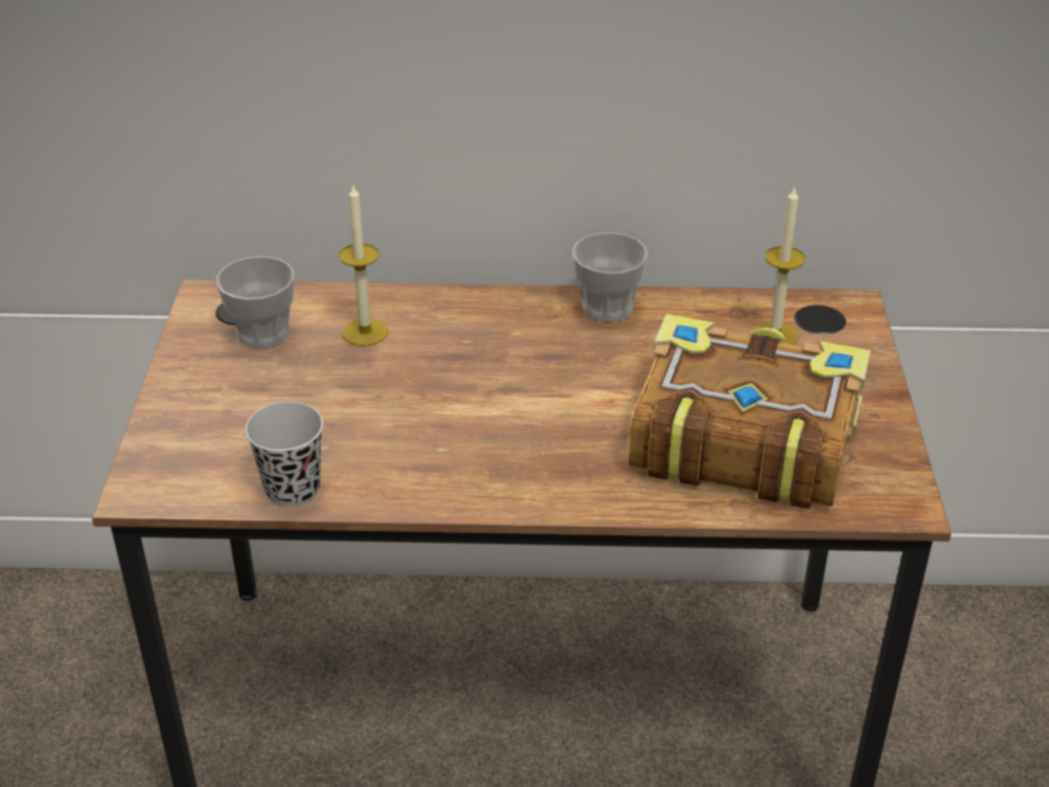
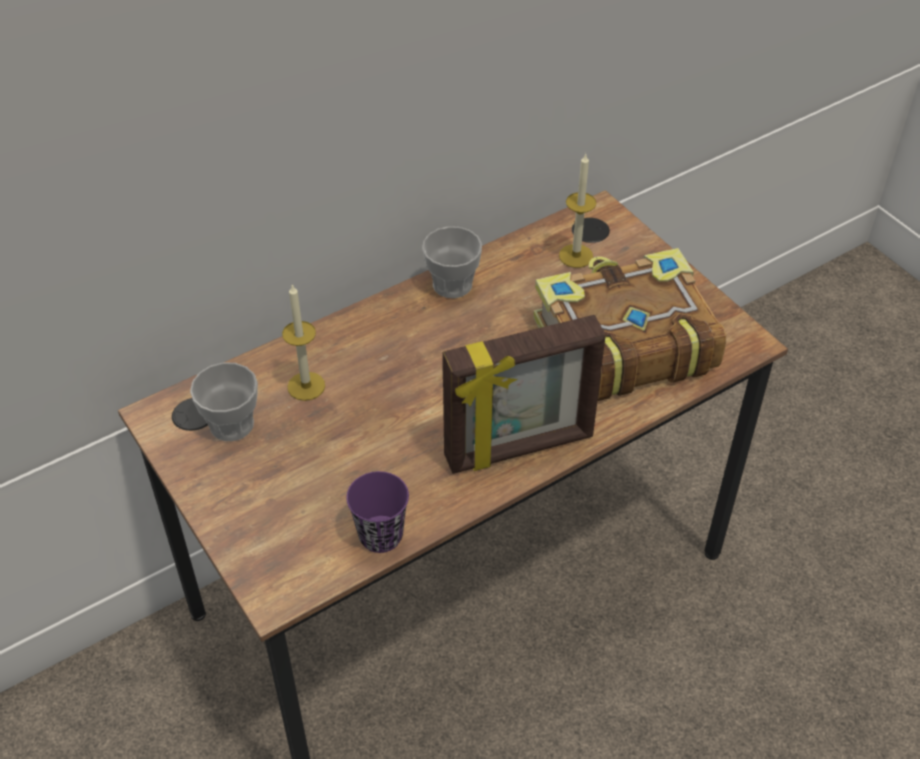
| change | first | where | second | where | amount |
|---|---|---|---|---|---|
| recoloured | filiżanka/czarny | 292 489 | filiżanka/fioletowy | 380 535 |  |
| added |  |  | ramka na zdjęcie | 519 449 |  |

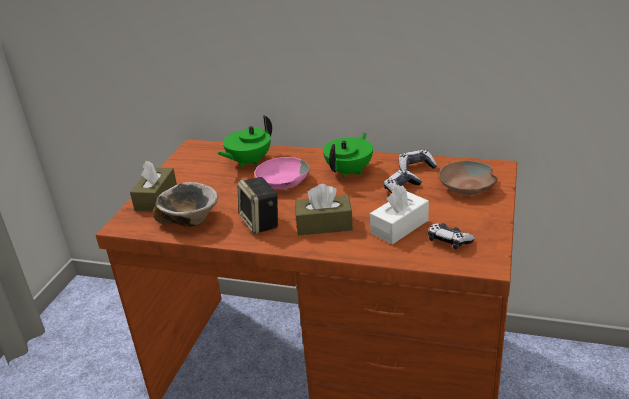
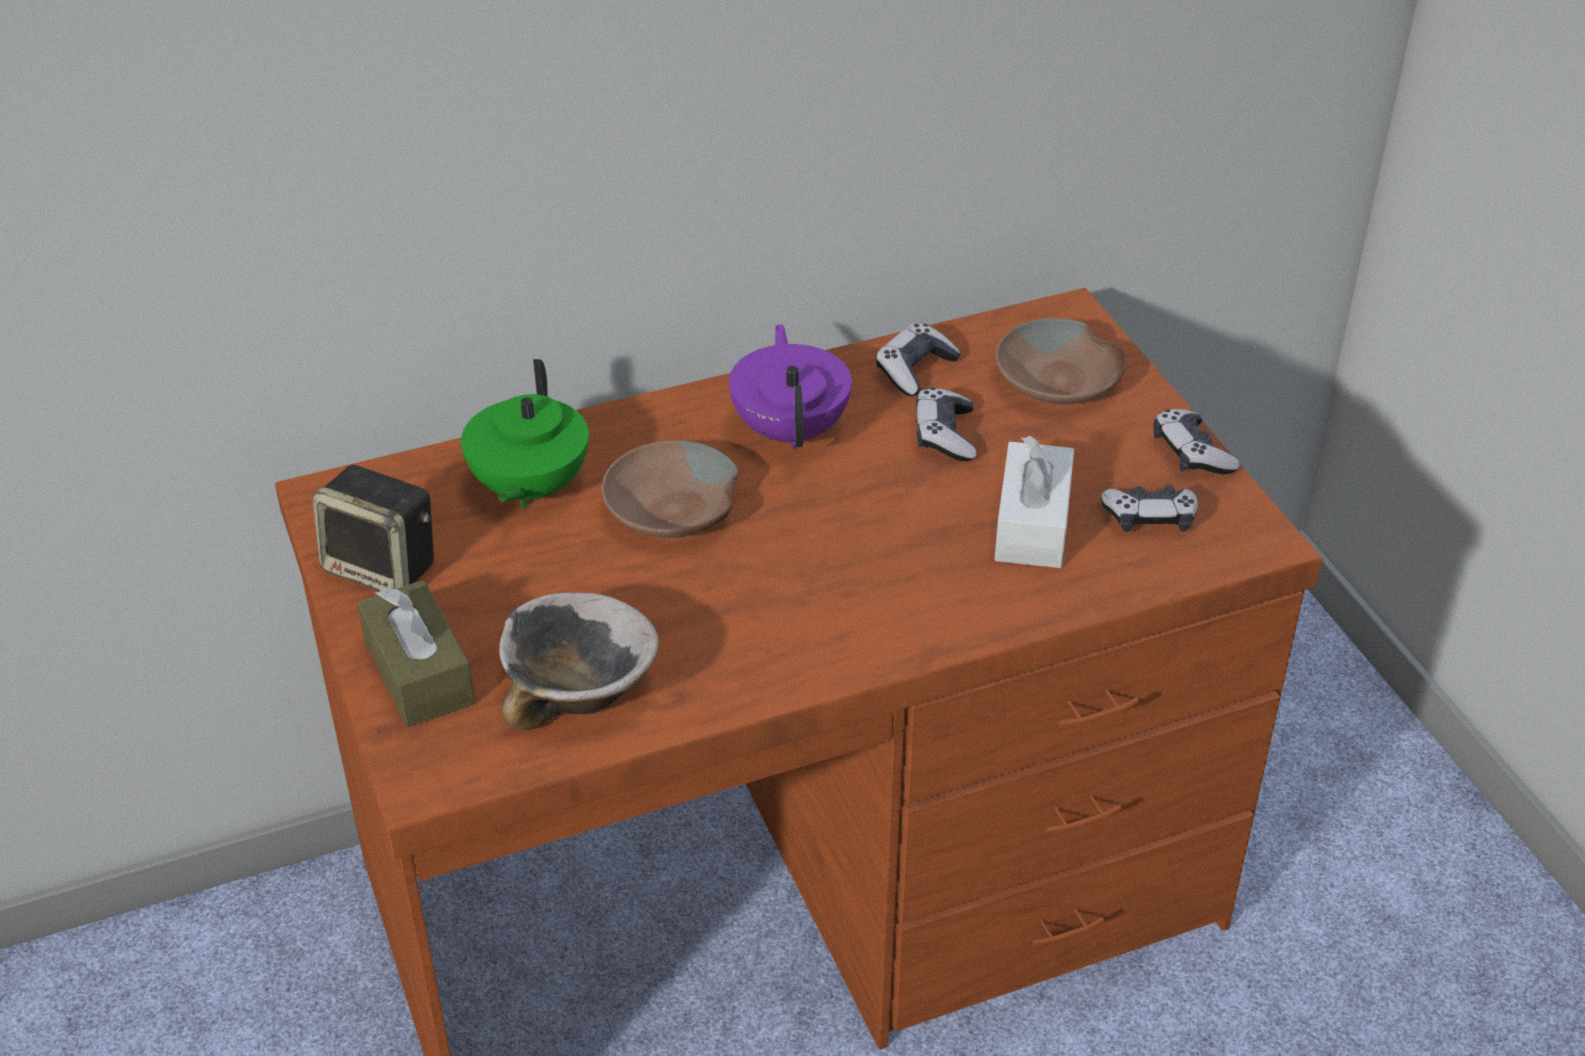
| change | first | where | second | where | amount |
|---|---|---|---|---|---|
| recoloured | imbryk/zielony | 350 171 | imbryk/fioletowy | 791 429 |  |
| recoloured | miska/różowy | 281 181 | miska/brązowy | 671 511 |  |
| moved | głośnik | 261 223 |  | 384 568 |  |
| removed | pudełko chusteczek/brązowy | 324 225 |  |  |  |
| added |  |  | pad do gier | 1191 453 |  |

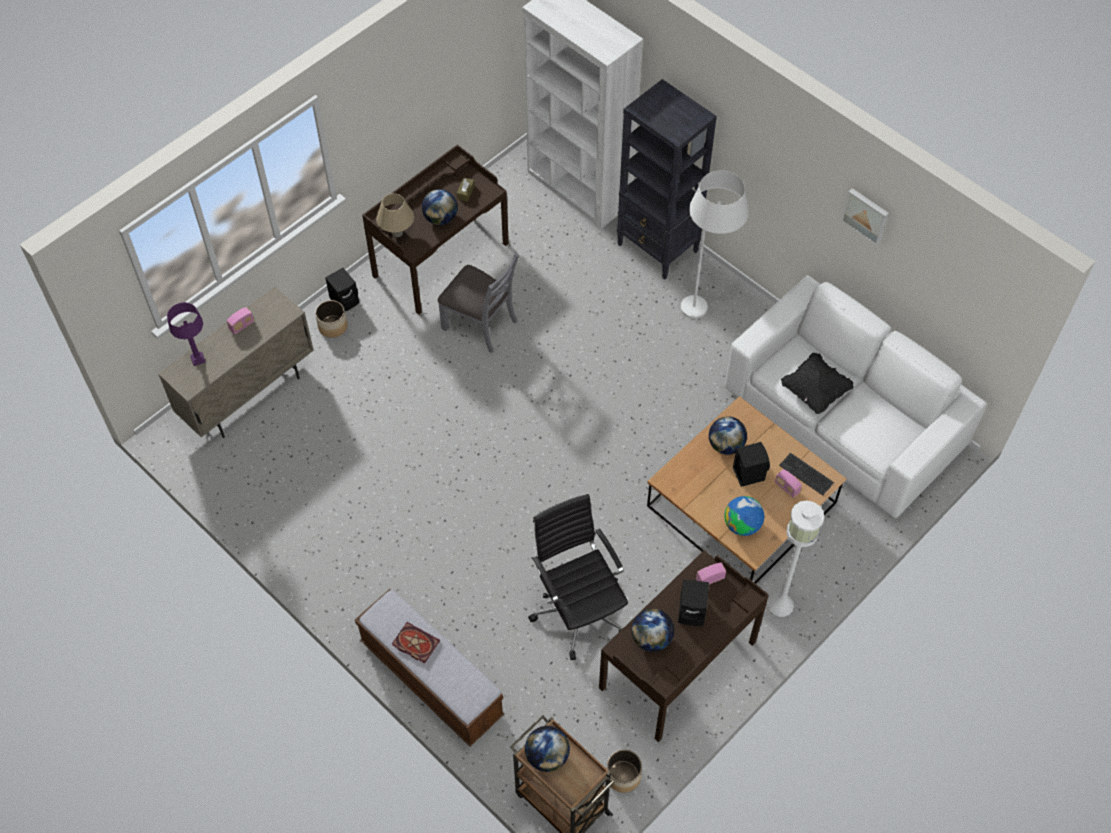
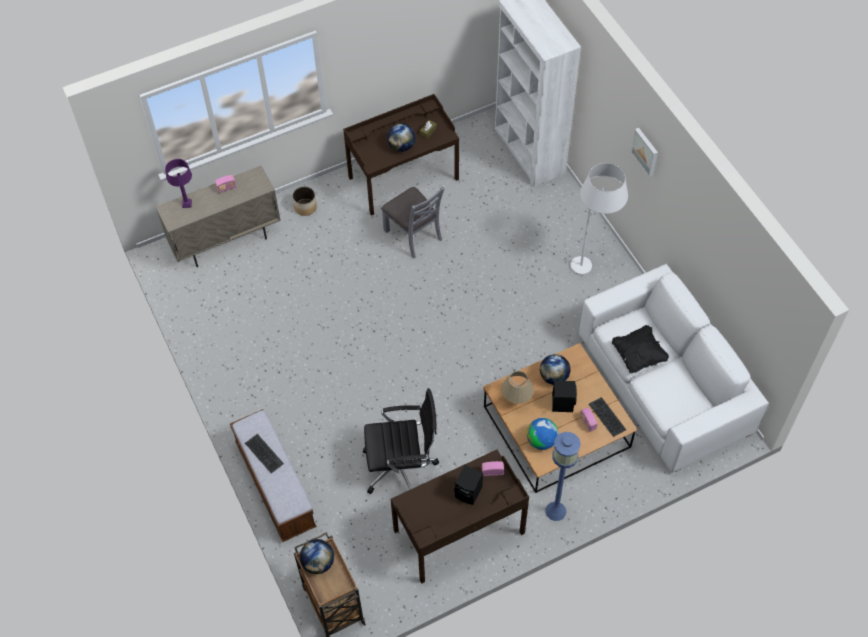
| change | first | where | second | where | amount |
|---|---|---|---|---|---|
| removed | regał/czarny | 658 248 |  |  |  |
| moved | obraz | 866 215 |  | 646 151 |  |
| moved | lampa stołowa/beżowy | 397 233 |  | 516 399 |  |
| removed | głośnik/czarny | 345 300 |  |  |  |
| turned | krzesło biurowe/czarny | 578 609 |  | 402 467 | 90 degrees clockwise |
| recoloured | lampa stojąca/biały | 780 604 | lampa stojąca/niebieski | 555 511 |  |
| removed | globus | 651 638 |  |  |  |
| replaced | książka | 414 643 | klawiatura | 263 453 |  |
| removed | donica | 623 776 |  |  |  |

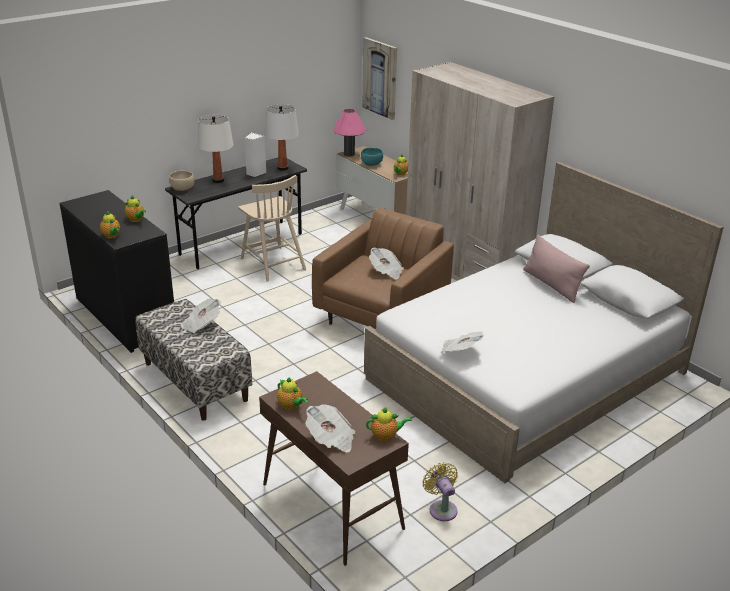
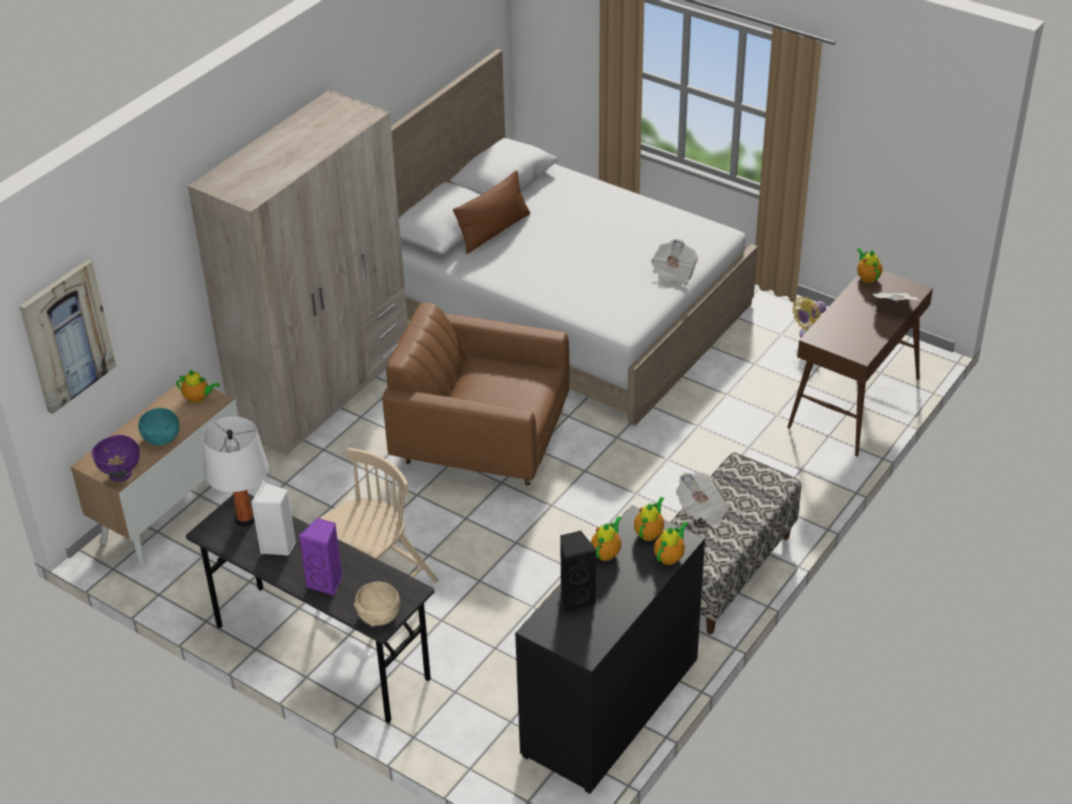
| change | first | where | second | where | amount |
|---|---|---|---|---|---|
| replaced | lampa stołowa/różowy | 349 154 | miska/fioletowy | 121 474 |  |
| replaced | lampa stołowa/biały | 218 180 | głośnik/fioletowy | 327 582 |  |
| recoloured | poduszka/różowy | 551 284 | poduszka/brązowy | 494 231 |  |
| removed | gazeta | 386 271 |  |  |  |
| moved | imbryk | 291 406 |  | 649 532 |  |
| added |  |  | głośnik/czarny | 576 598 |  |

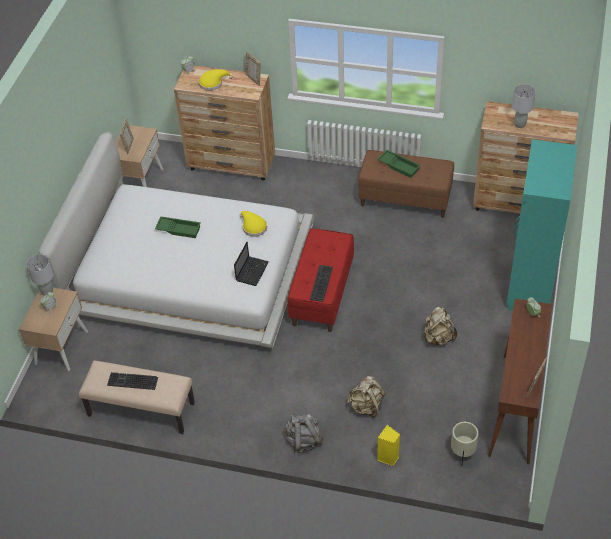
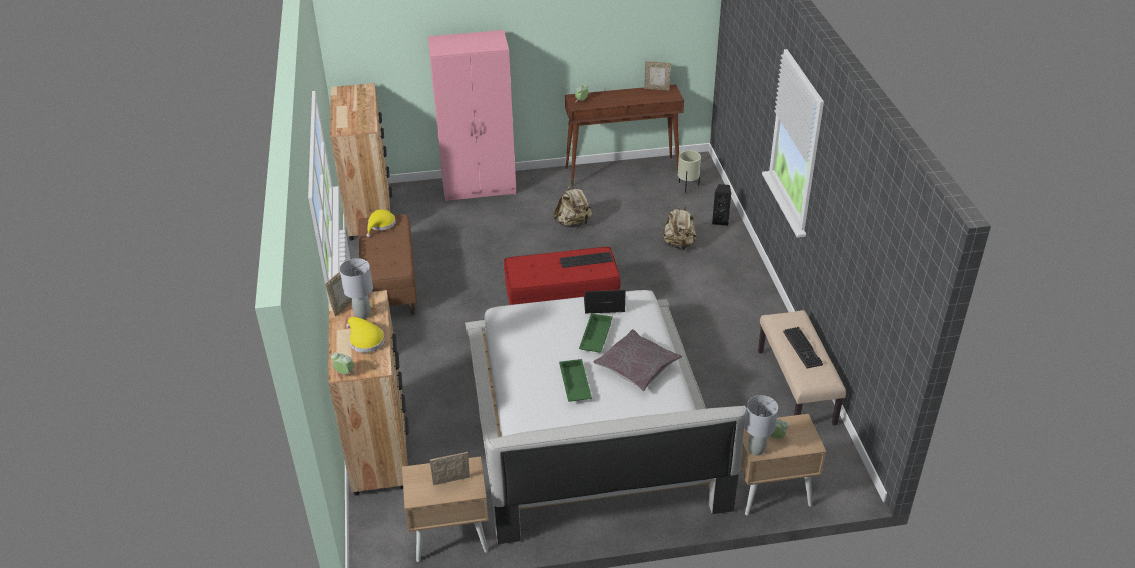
| change | first | where | second | where | amount |
|---|---|---|---|---|---|
| moved | lampa stołowa/szary | 520 124 |  | 362 314 |  |
| recoloured | szafa/turkusowy | 529 286 | szafa/różowy | 479 187 |  |
| moved | taca/zielony | 399 166 |  | 595 337 |  |
| moved | kapelusz/żółty | 253 227 |  | 380 225 |  |
| removed | plecak/szary | 303 440 |  |  |  |
| recoloured | głośnik/żółty | 388 457 | głośnik/czarny | 720 221 |  |
| added |  |  | poduszka/szary | 637 366 |  |

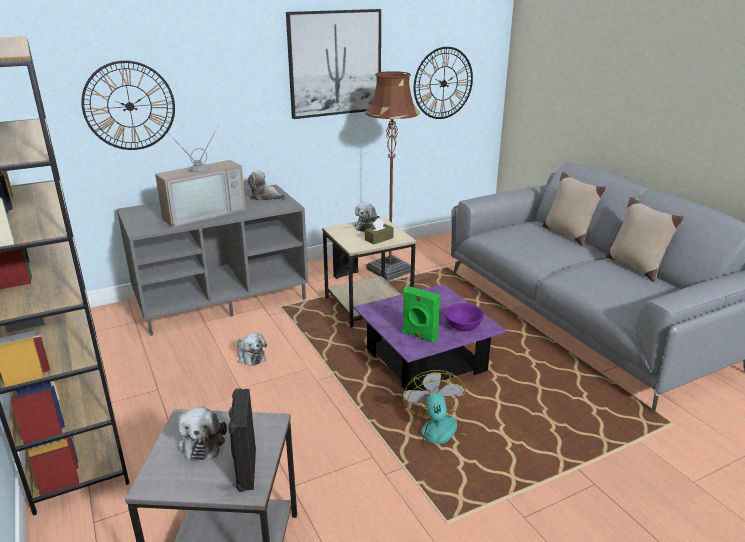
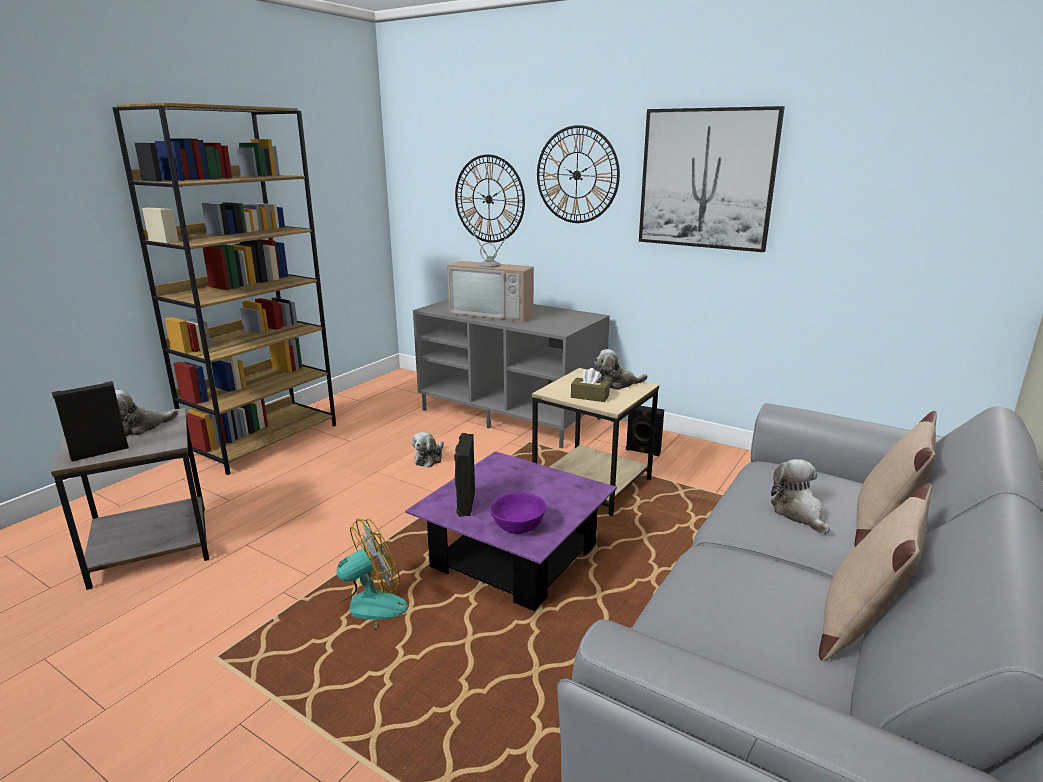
| change | first | where | second | where | amount |
|---|---|---|---|---|---|
| moved | zegar ścienny | 443 83 |  | 577 175 |  |
| removed | lampa stojąca/brązowy | 390 270 |  |  |  |
| moved | pluszak | 265 197 |  | 798 513 |  |
| recoloured | głośnik/zielony | 419 336 | głośnik/czarny | 465 503 |  |

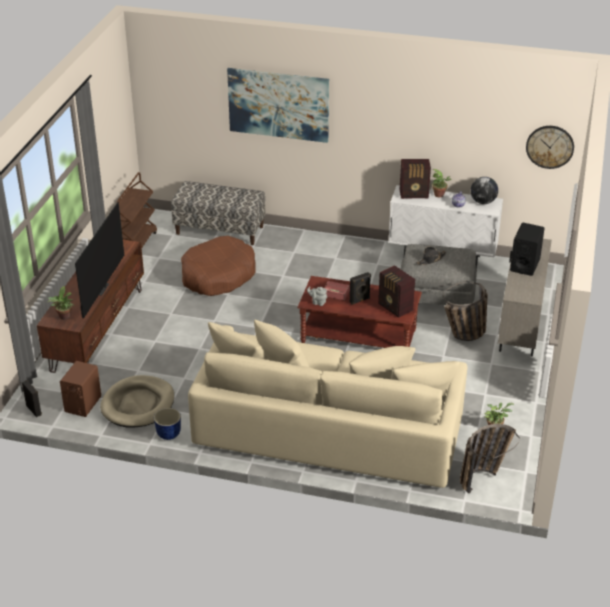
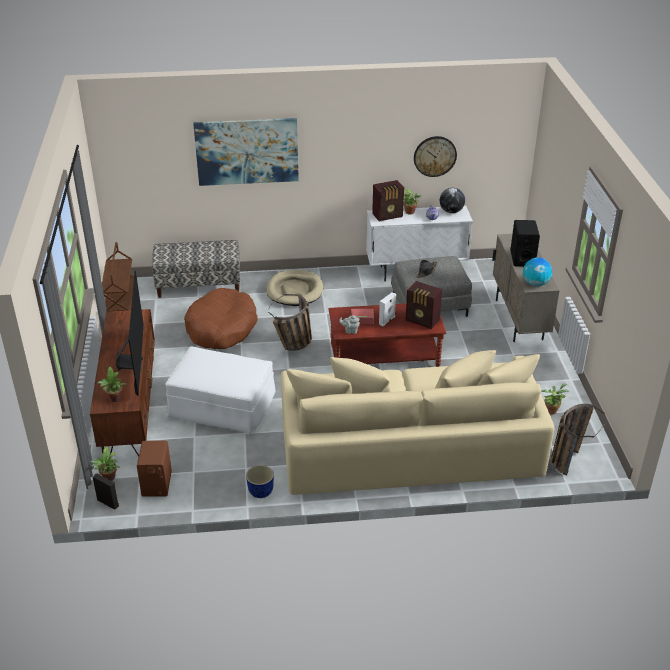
| change | first | where | second | where | amount |
|---|---|---|---|---|---|
| moved | zegar ścienny | 550 146 |  | 435 156 |  |
| recoloured | głośnik/czarny | 360 300 | głośnik/biały | 387 321 |  |
| moved | koszyk | 465 336 |  | 294 346 |  |
| moved | legowisko/beżowy | 138 404 |  | 295 290 |  |
| added |  |  | globus | 535 284 |  |
| added |  |  | pufa/biały | 222 406 |  |
| added |  |  | roślina doniczkowa | 108 478 |  |

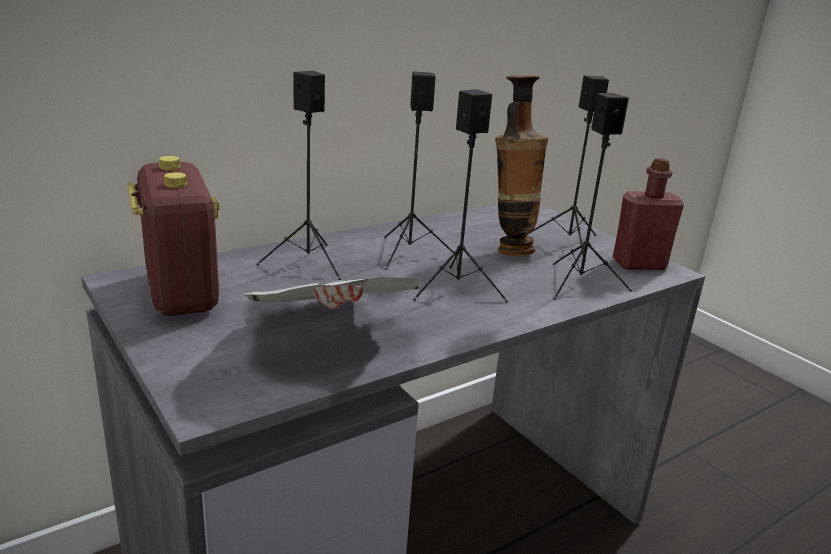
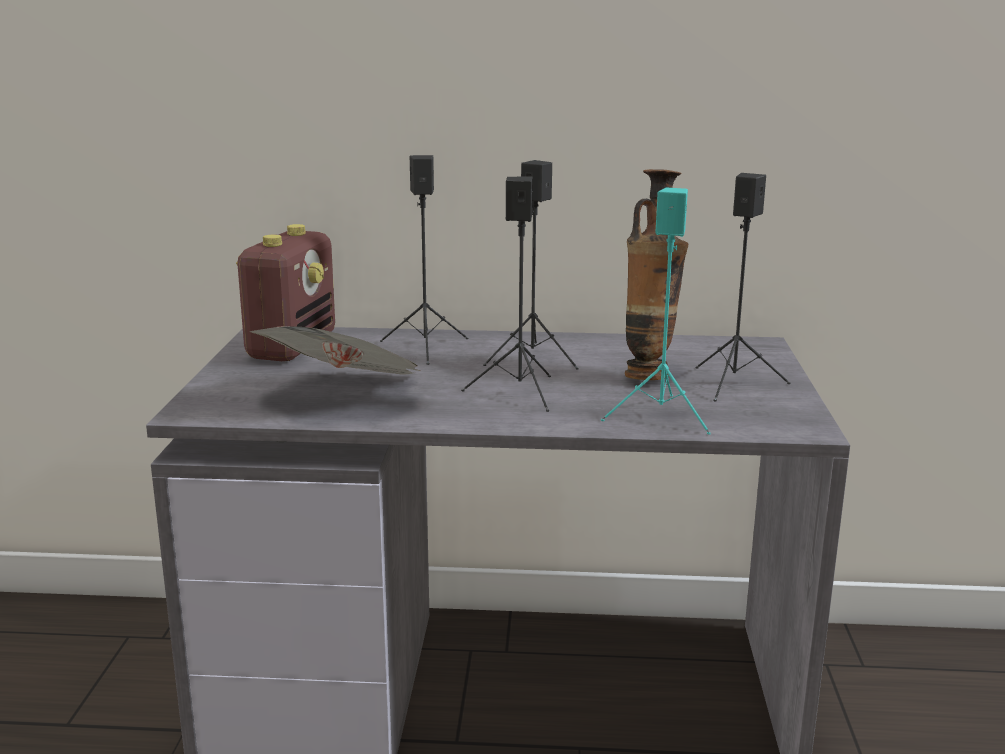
| change | first | where | second | where | amount |
|---|---|---|---|---|---|
| recoloured | głośnik/czarny | 580 284 | głośnik/turkusowy | 662 416 |  |
| removed | butelka/czerwony | 639 264 |  |  |  |

